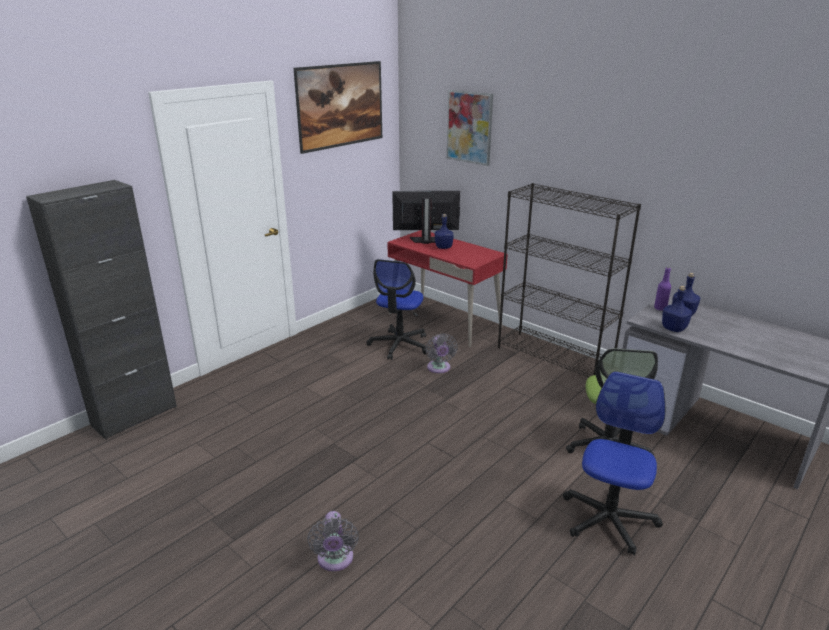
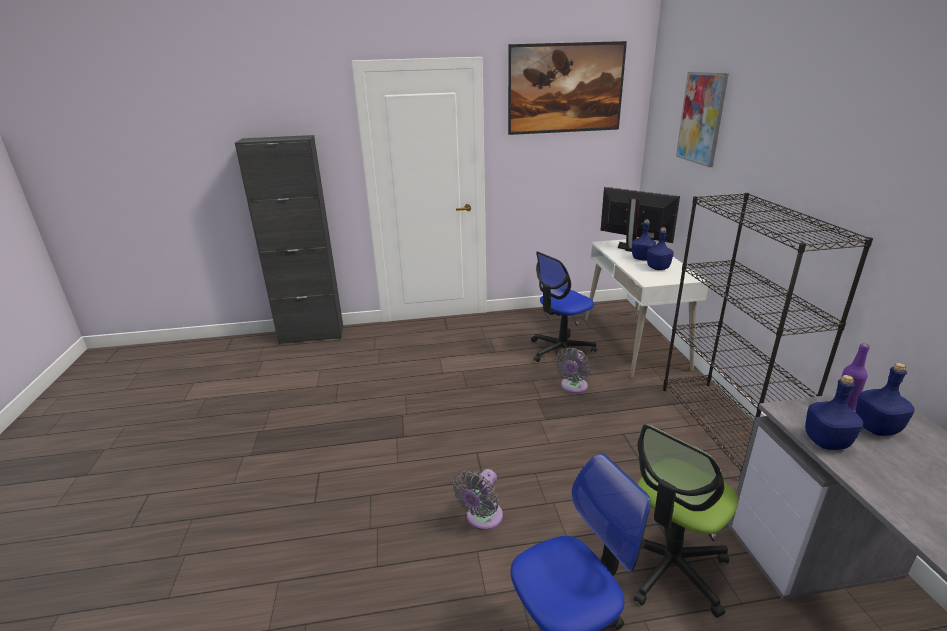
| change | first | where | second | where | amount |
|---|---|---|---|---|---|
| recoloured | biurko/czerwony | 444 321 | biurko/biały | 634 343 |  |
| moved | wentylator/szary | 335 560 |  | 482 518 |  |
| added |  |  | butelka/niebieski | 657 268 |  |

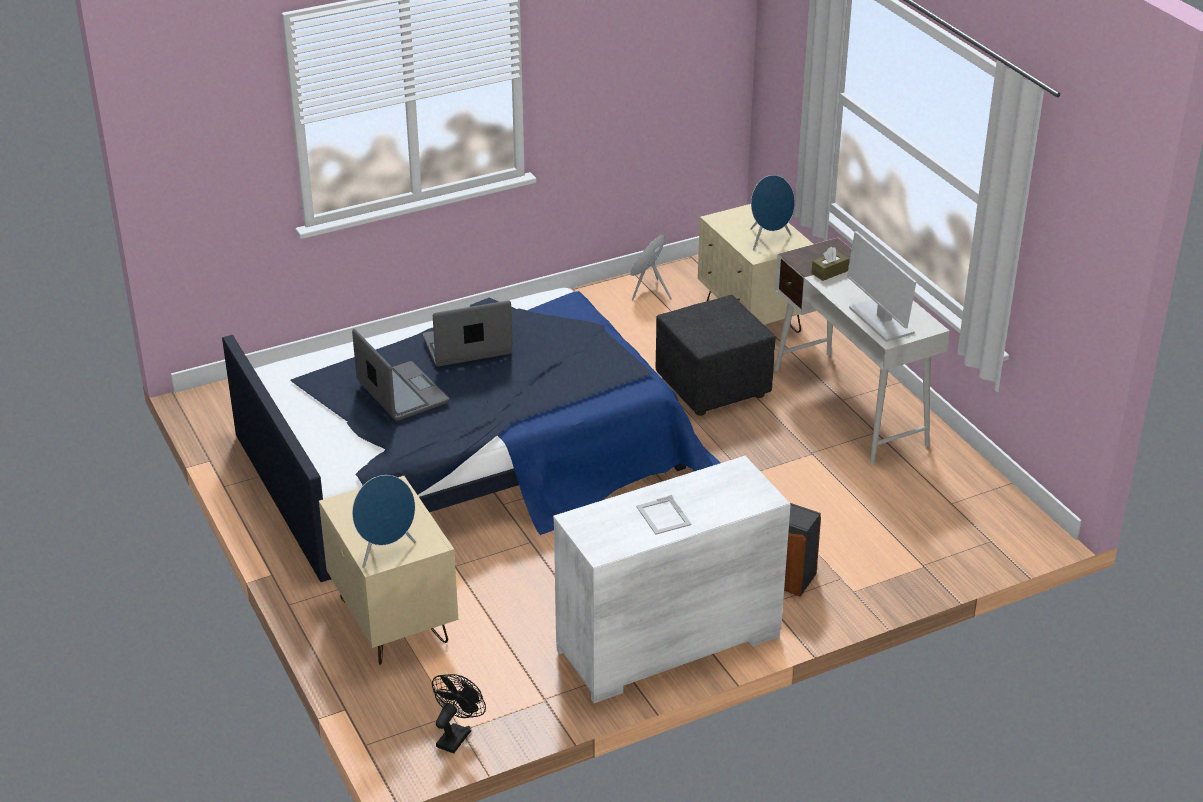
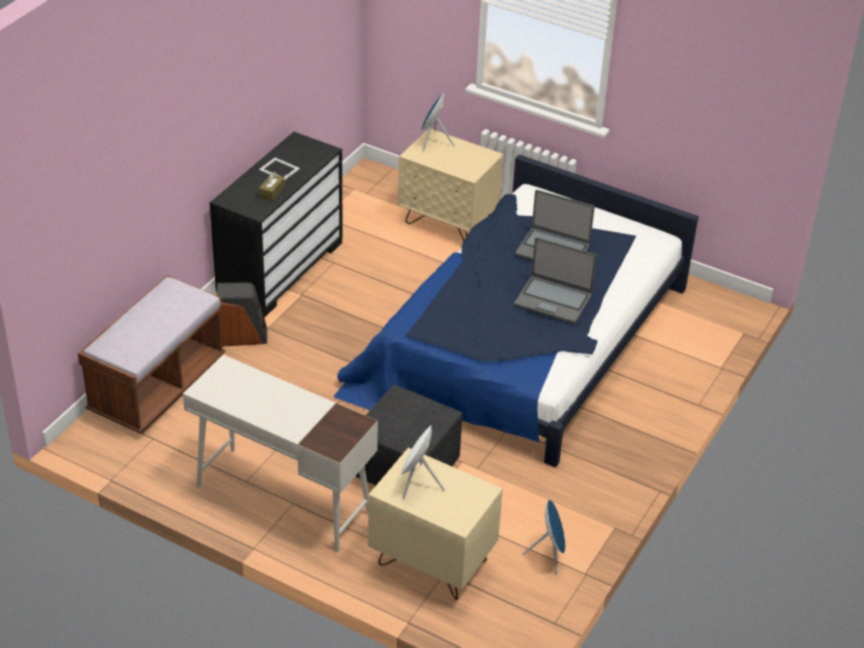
| change | first | where | second | where | amount |
|---|---|---|---|---|---|
| recoloured | głośnik/niebieski | 768 240 | głośnik/biały | 417 483 |  |
| removed | monitor | 880 320 |  |  |  |
| moved | pudełko chusteczek/brązowy | 829 272 |  | 272 192 |  |
| turned | laptop | 467 346 |  | 553 300 | 75 degrees clockwise |
| recoloured | komoda/biały | 668 645 | komoda/czarny | 280 269 |  |
| removed | wentylator/czarny | 456 735 |  |  |  |
| added |  |  | ławka/brązowy | 157 387 |  |

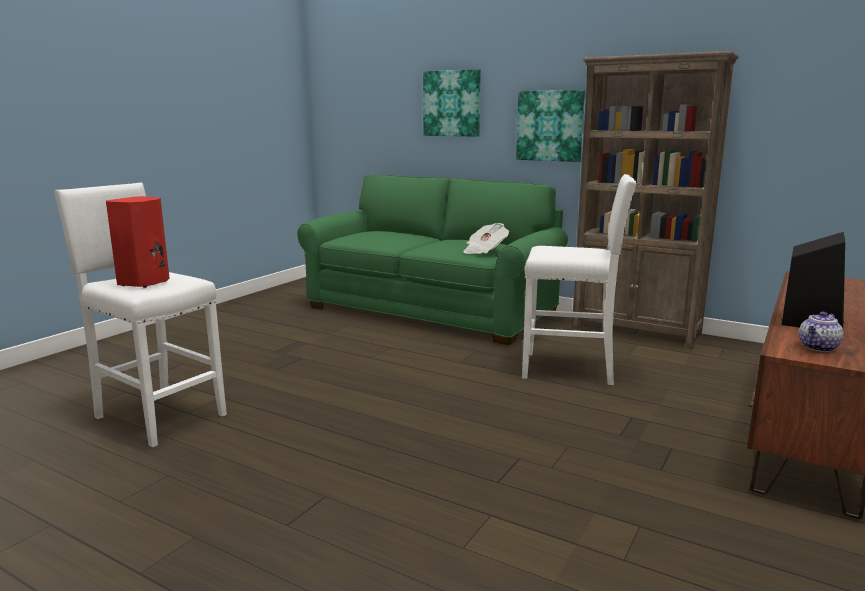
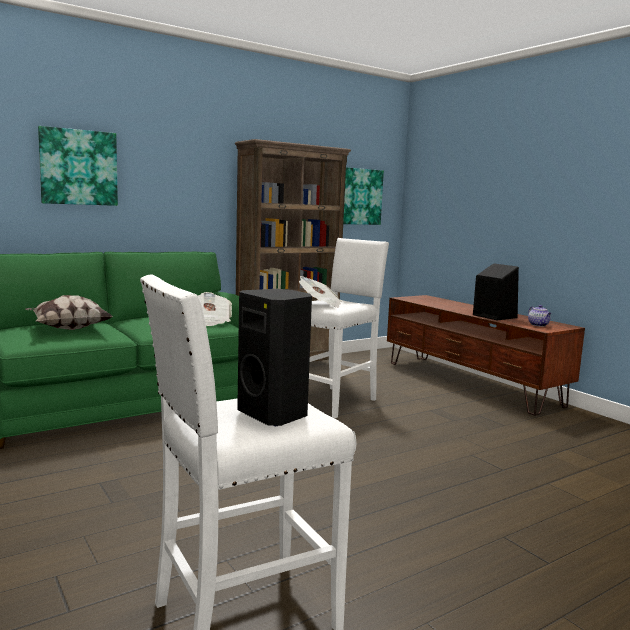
| change | first | where | second | where | amount |
|---|---|---|---|---|---|
| moved | obraz | 550 126 |  | 358 196 |  |
| recoloured | głośnik/czerwony | 145 283 | głośnik/czarny | 275 414 |  |
| added |  |  | gazeta | 320 304 |  |
| added |  |  | poduszka | 68 329 |  |

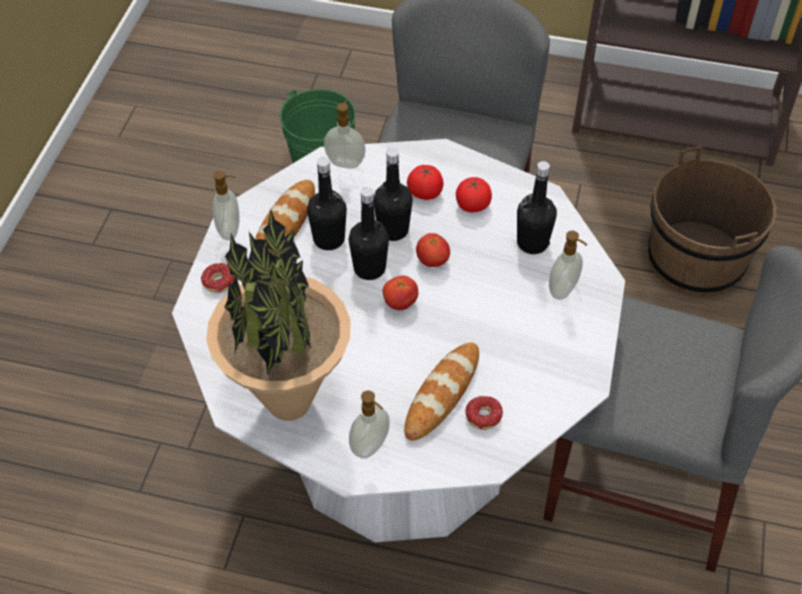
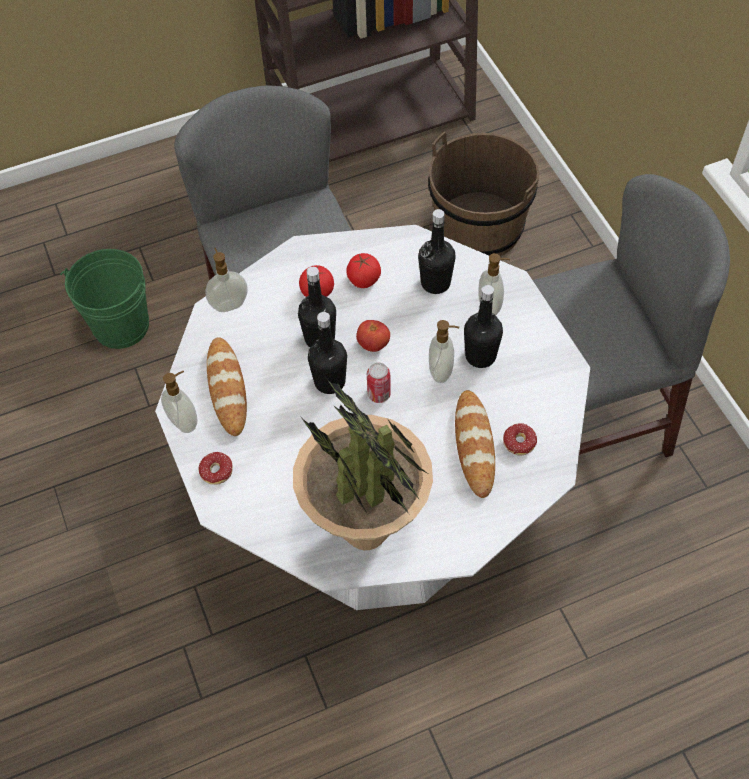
| change | first | where | second | where | amount |
|---|---|---|---|---|---|
| moved | butelka/czarny | 329 239 |  | 480 356 |  |
| replaced | pomidor | 400 303 | puszka | 379 394 |  |
| moved | dozownik mydła | 371 447 |  | 442 371 |  |

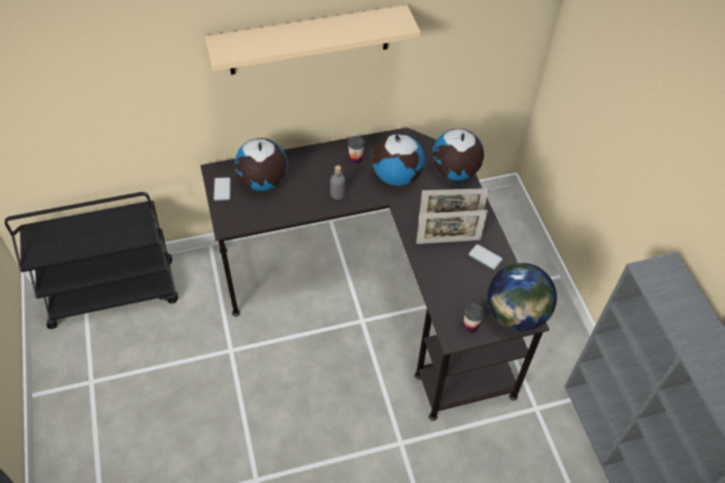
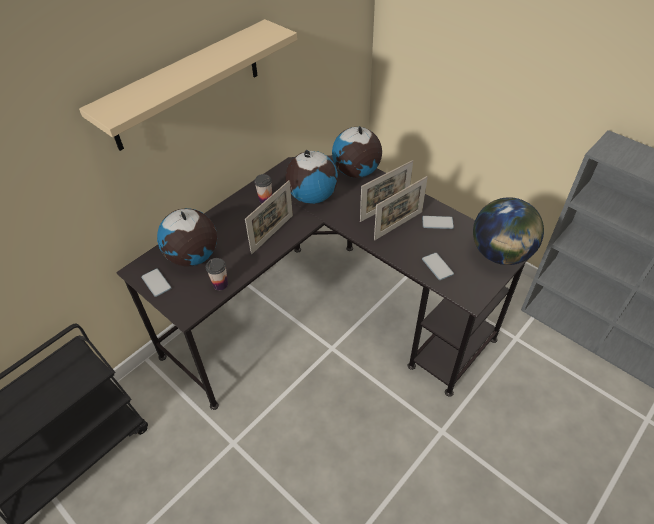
| change | first | where | second | where | amount |
|---|---|---|---|---|---|
| replaced | butelka/szary | 337 194 | ramka na zdjęcie | 272 234 |  |
| moved | filiżanka | 470 326 |  | 220 284 |  |
| added |  |  | telefon | 437 267 |  |

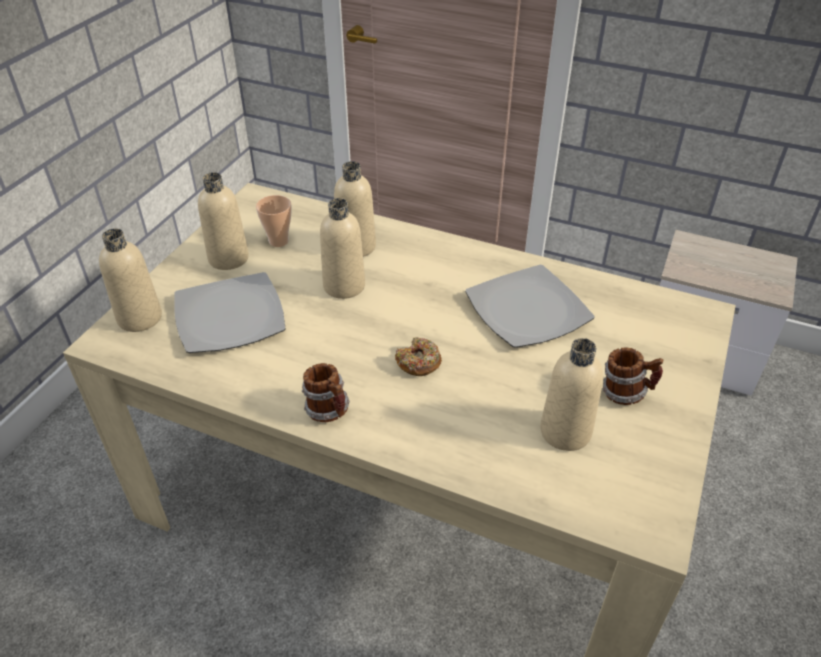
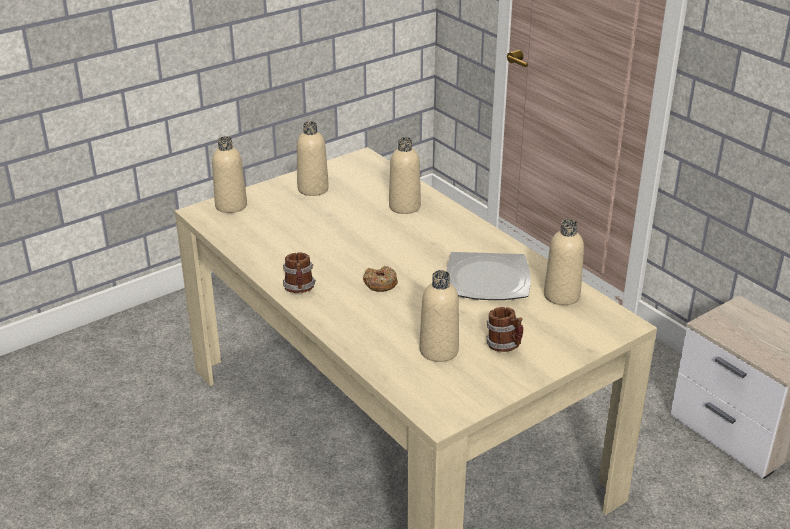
| change | first | where | second | where | amount |
|---|---|---|---|---|---|
| removed | filiżanka | 278 241 |  |  |  |
| moved | butelka/beżowy | 344 286 |  | 561 295 |  |
| removed | talerz | 228 316 |  |  |  |

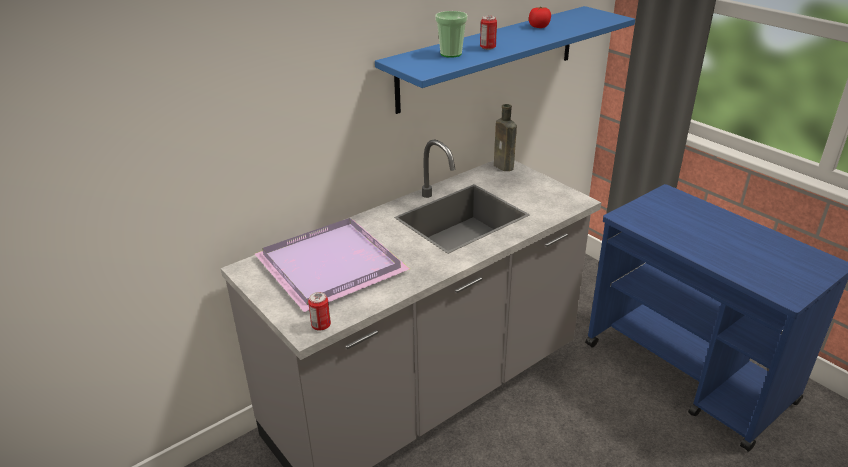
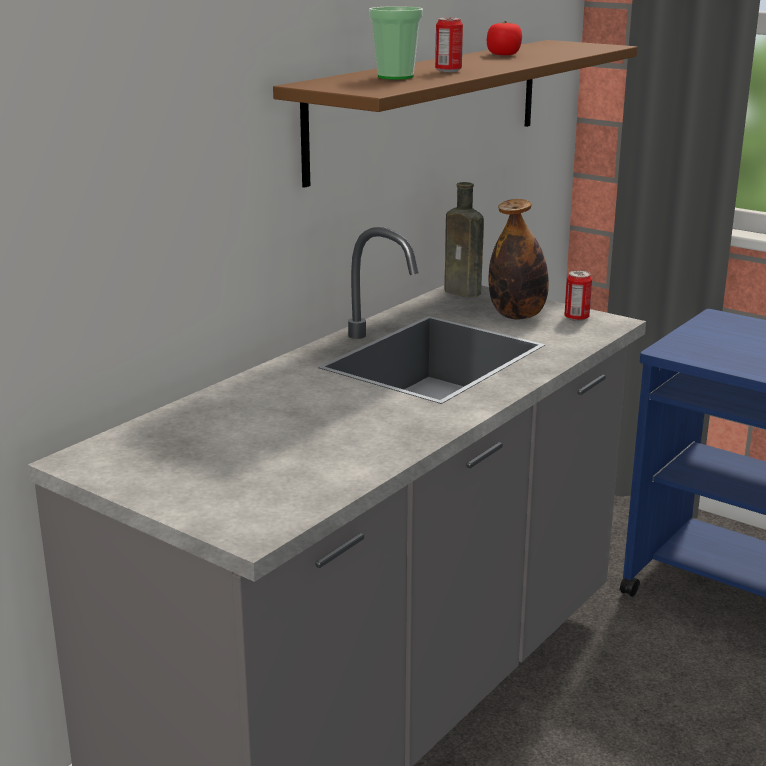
| change | first | where | second | where | amount |
|---|---|---|---|---|---|
| recoloured | półka/niebieski | 489 57 | półka/brązowy | 430 106 |  |
| removed | taca/fioletowy | 334 266 |  |  |  |
| moved | puszka | 321 326 |  | 576 318 |  |
| added |  |  | butelka | 517 316 |  |

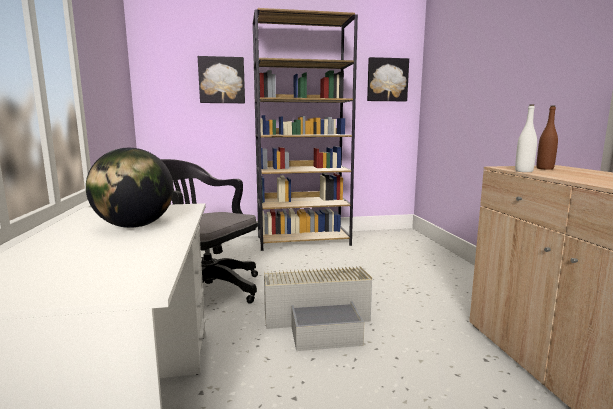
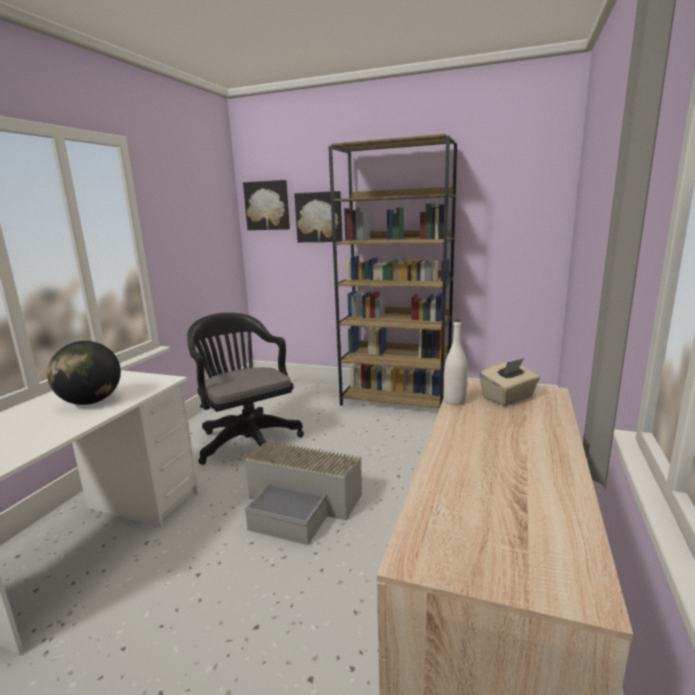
| change | first | where | second | where | amount |
|---|---|---|---|---|---|
| moved | obraz | 387 80 |  | 267 205 |  |
| replaced | butelka/brązowy | 544 168 | pudełko chusteczek/beżowy | 508 397 |  |

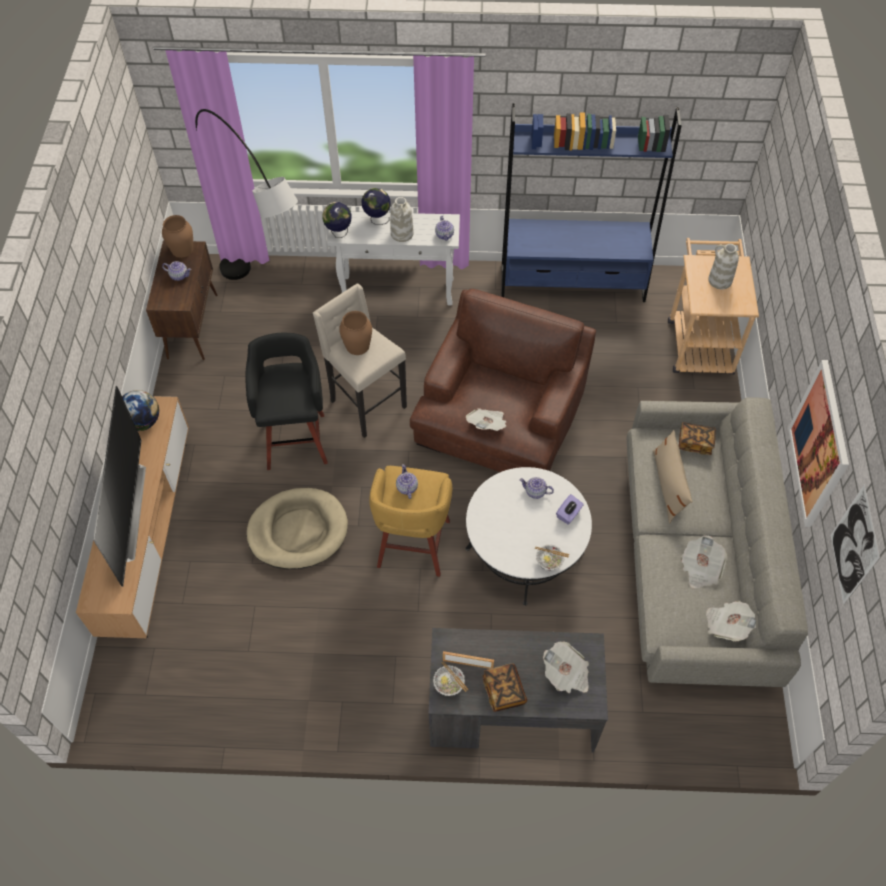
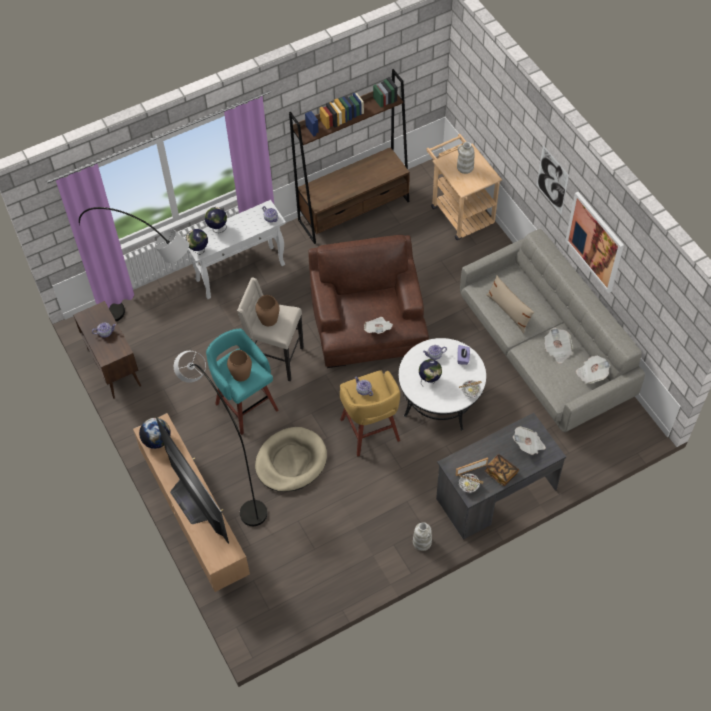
| change | first | where | second | where | amount |
|---|---|---|---|---|---|
| recoloured | regał/niebieski | 573 283 | regał/brązowy | 354 210 |  |
| moved | wazon/biały | 402 234 |  | 422 542 |  |
| moved | wazon/brązowy | 182 249 |  | 241 373 |  |
| recoloured | stołek/czarny | 296 439 | stołek/turkusowy | 245 405 |  |
| removed | książka | 695 443 |  |  |  |
| moved | obraz | 853 545 |  | 552 180 |  |
| added |  |  | lampa stojąca/szary | 228 475 |  |
| added |  |  | globus | 429 380 |  |

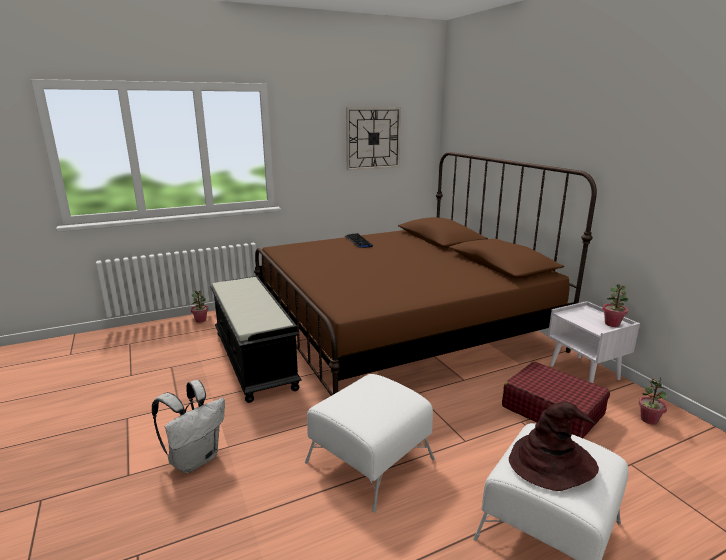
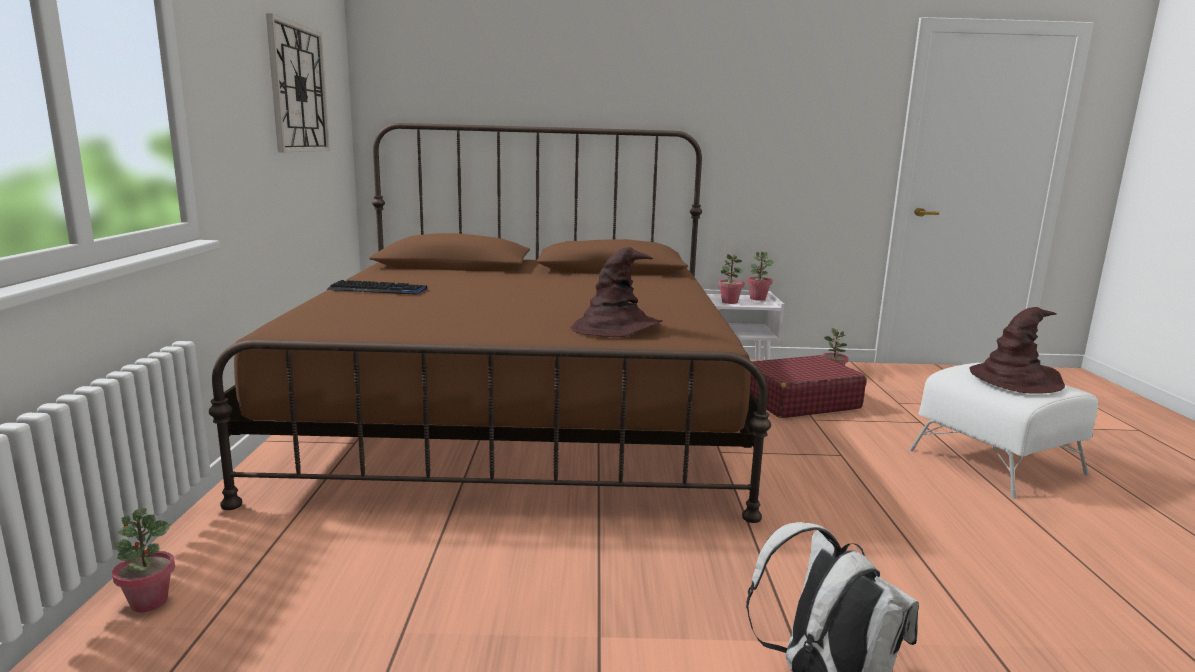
| change | first | where | second | where | amount |
|---|---|---|---|---|---|
| removed | ławka/czarny | 255 359 |  |  |  |
| removed | pufa/biały | 371 460 |  |  |  |
| added |  |  | kapelusz/brązowy | 616 327 |  |
| added |  |  | roślina doniczkowa | 729 302 |  |

